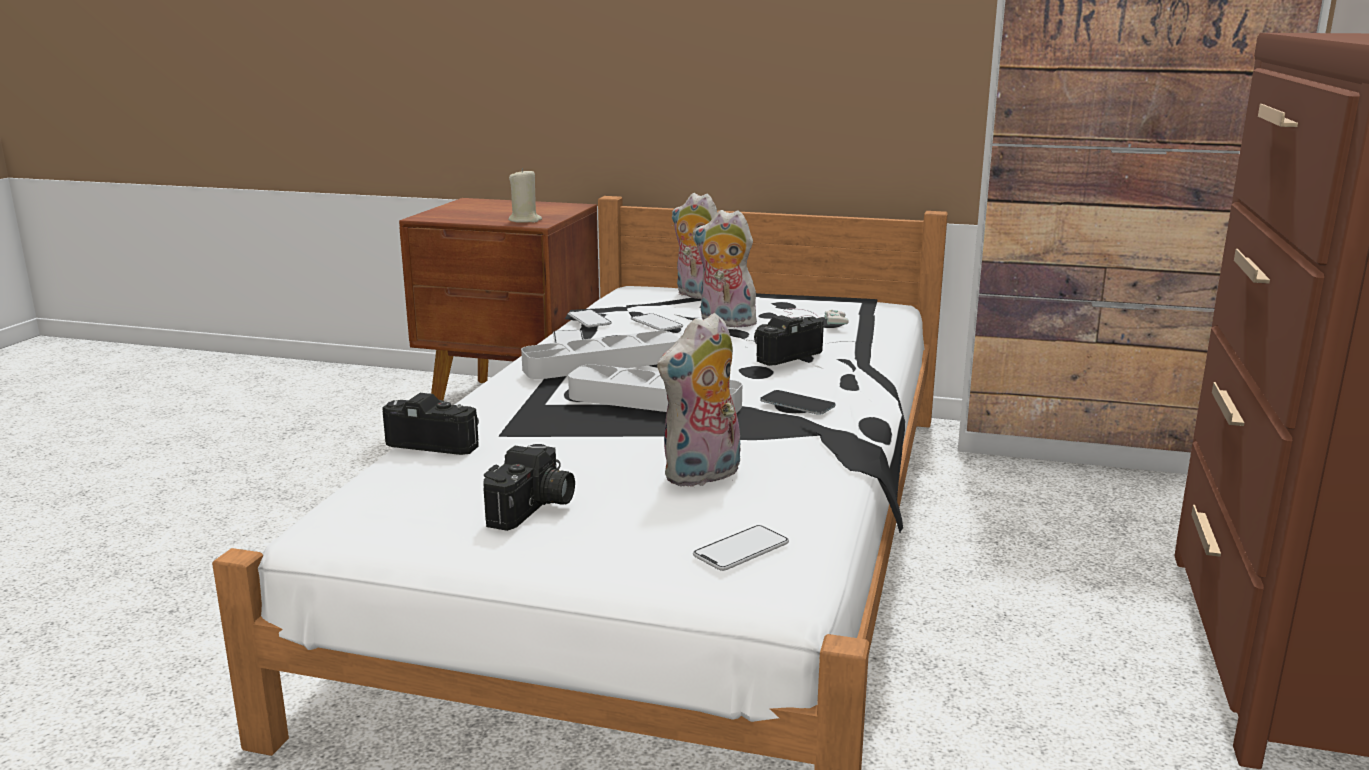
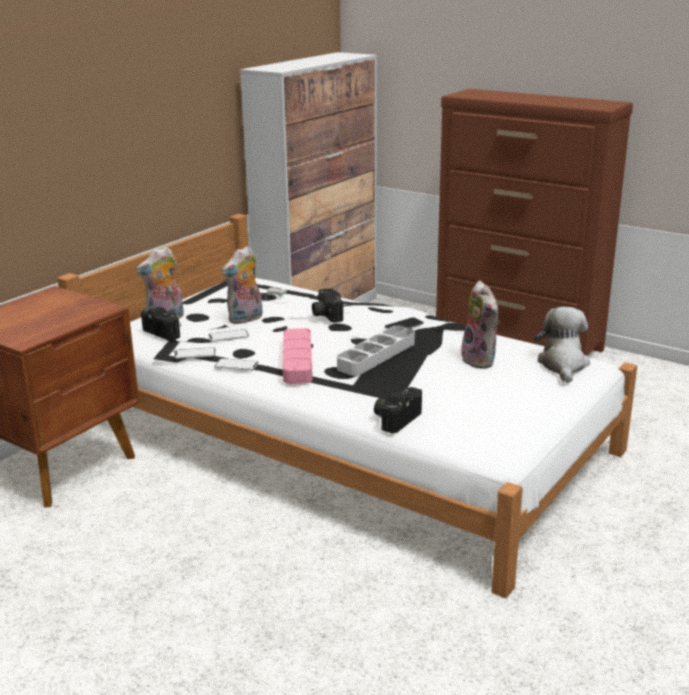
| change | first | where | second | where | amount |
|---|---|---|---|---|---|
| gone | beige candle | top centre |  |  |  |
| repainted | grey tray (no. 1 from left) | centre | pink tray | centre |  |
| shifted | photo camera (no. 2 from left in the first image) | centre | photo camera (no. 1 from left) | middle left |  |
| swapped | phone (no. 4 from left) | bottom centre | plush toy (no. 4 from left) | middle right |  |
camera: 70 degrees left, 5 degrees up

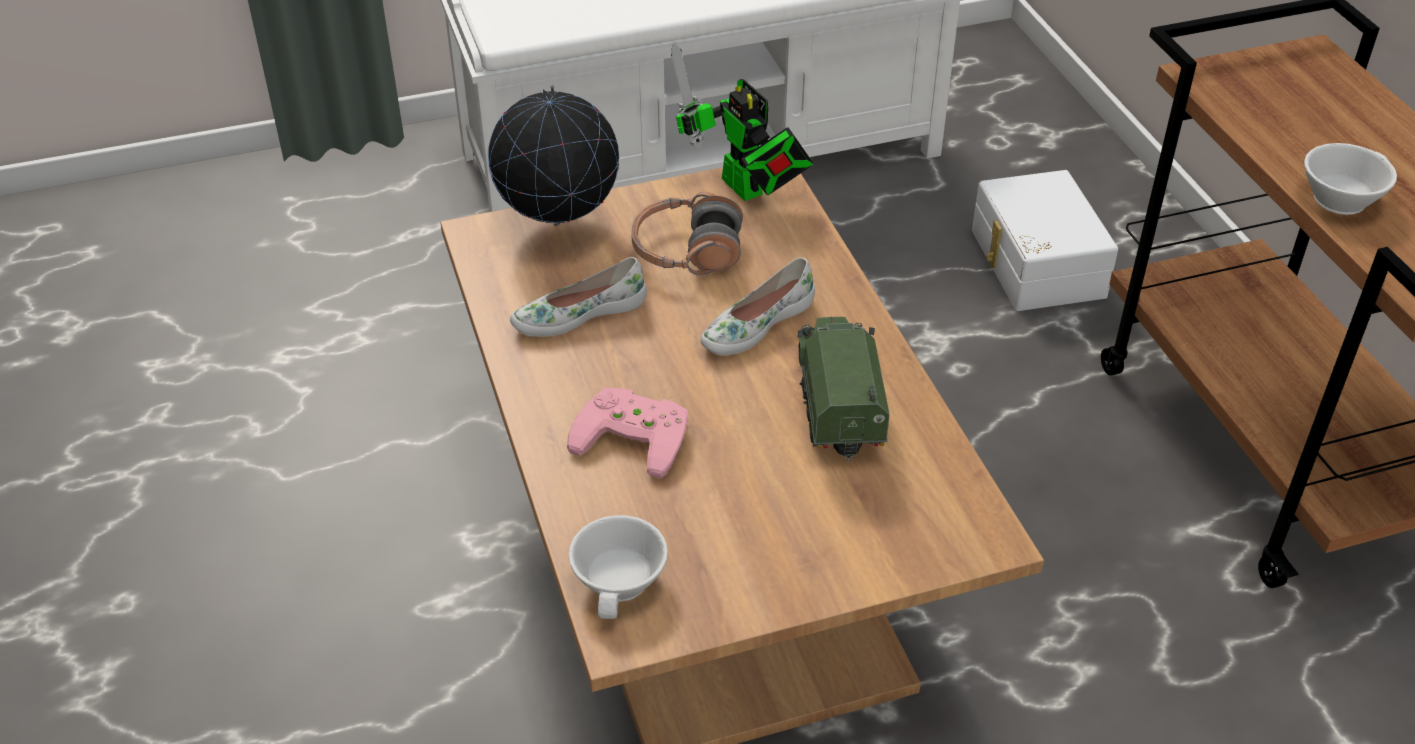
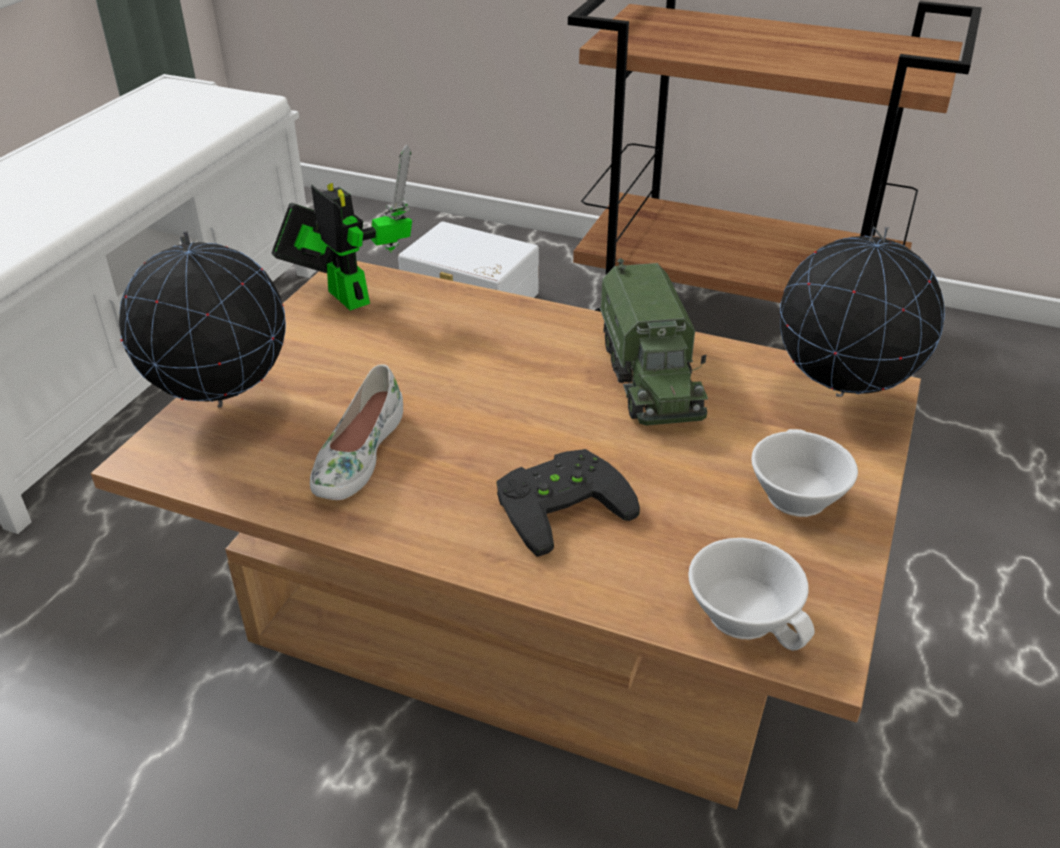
| change | first | where | second | where | amount |
|---|---|---|---|---|---|
| rotated | toy robot | top centre |  | top left | 135 degrees counterclockwise |
| shifted | white cup (no. 2 from left) | top right |  | middle right |  |
| gone | headphones | top centre |  |  |  |
| gone | white shoe (no. 2 from left) | centre |  |  |  |
| rotated | toy truck | centre |  | centre | 135 degrees counterclockwise |
| repainted | pink game controller | centre | black game controller | centre |  |
| new |  |  | globe (no. 2 from left) | middle right |  |
camera: 50 degrees left, 5 degrees down

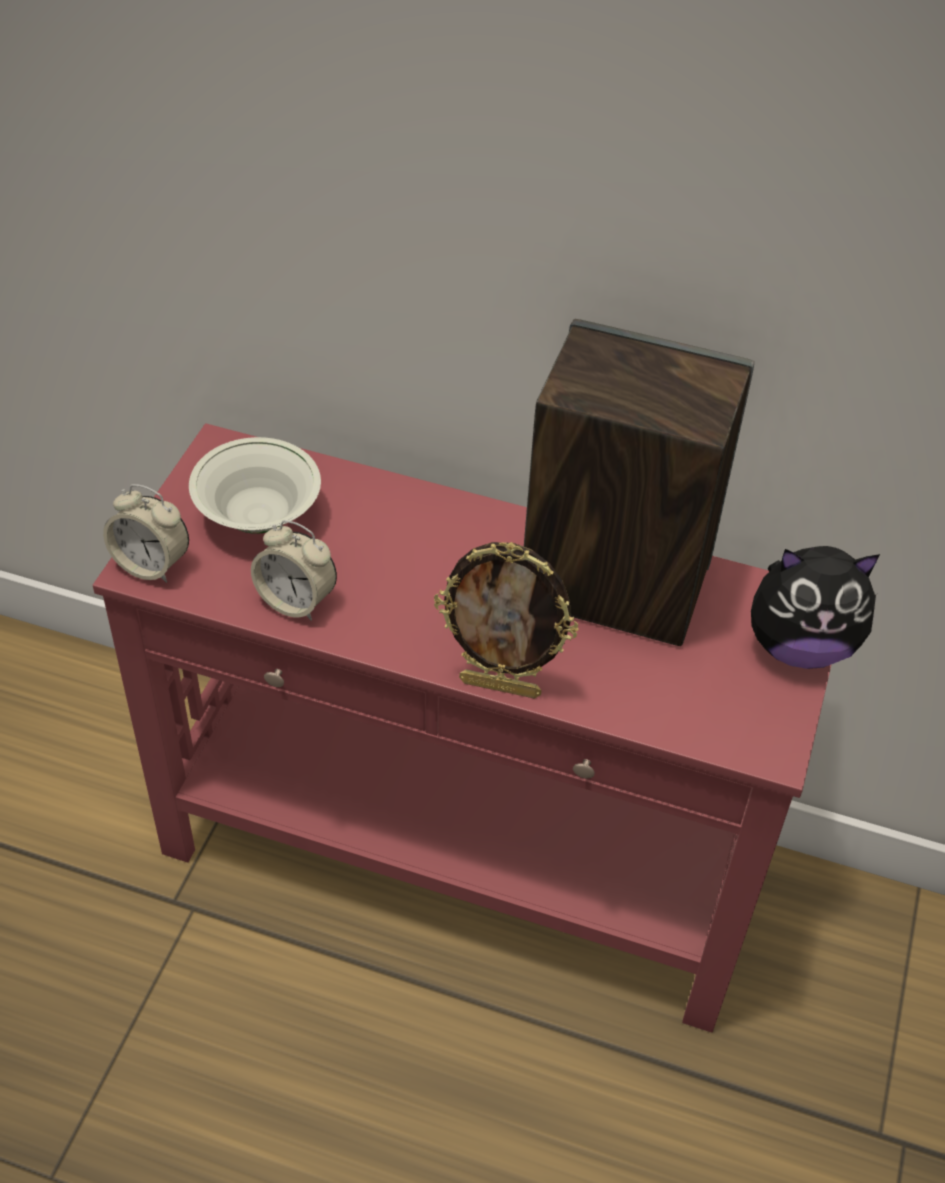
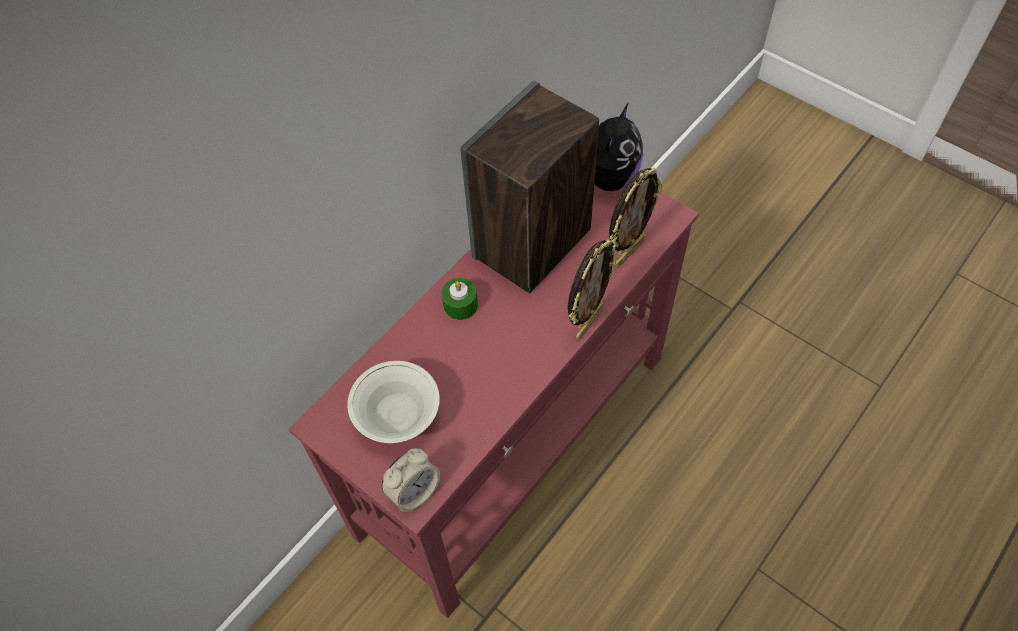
| change | first | where | second | where | amount |
|---|---|---|---|---|---|
| gone | alarm clock (no. 2 from left) | middle left |  |  |  |
| new |  |  | picture frame (no. 2 from left) | centre |  |
| new |  |  | green candle | centre |  |
camera: 65 degrees left, 10 degrees up

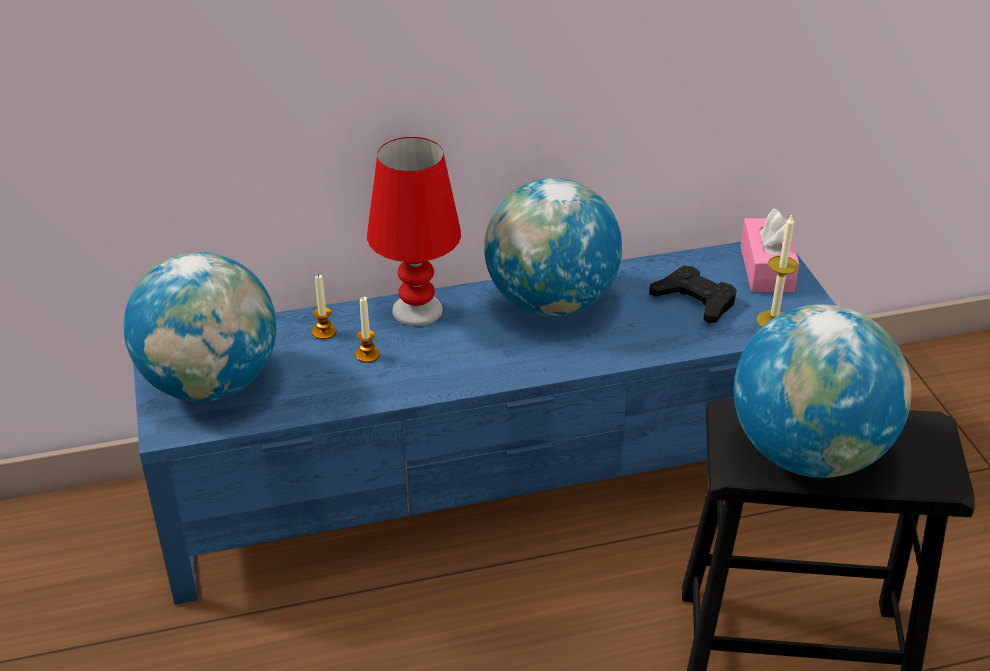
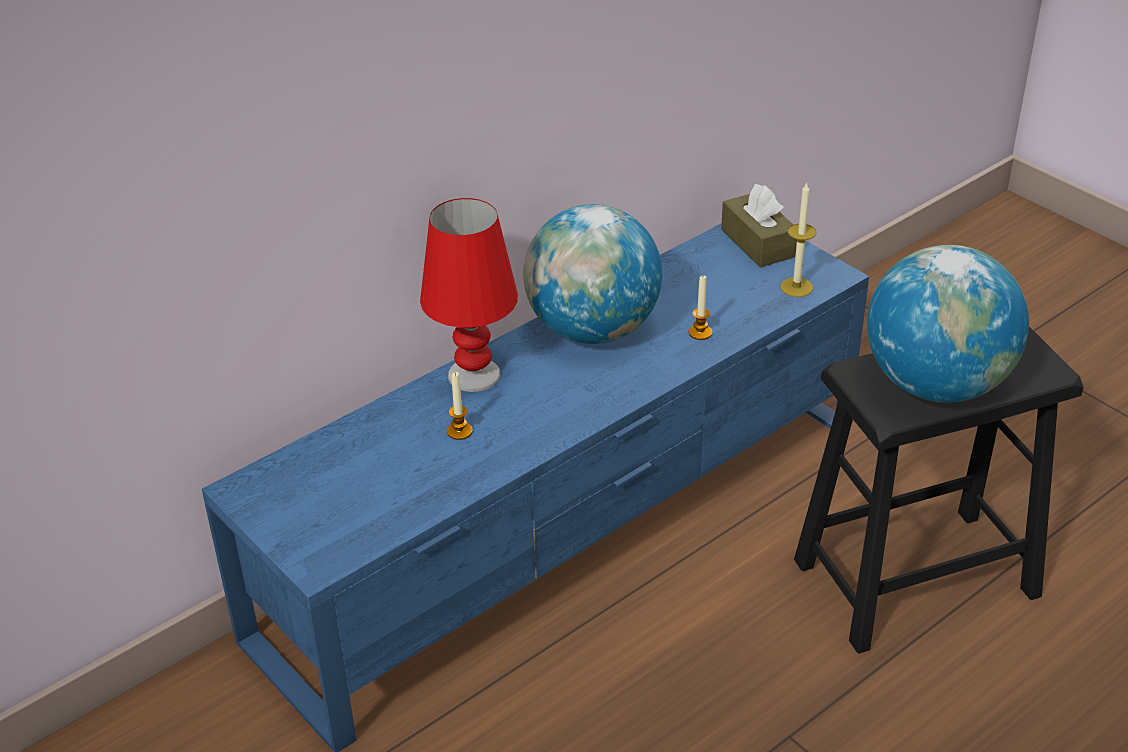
| change | first | where | second | where | amount |
|---|---|---|---|---|---|
| repainted | pink tissue box | middle right | brown tissue box | top right |  |
| gone | globe (no. 1 from left) | middle left |  |  |  |
| gone | black game controller | middle right |  |  |  |
| shifted | candle (no. 1 from left in the first image) | middle left | candle (no. 2 from left) | centre |  |
camera: 25 degrees left, 0 degrees up

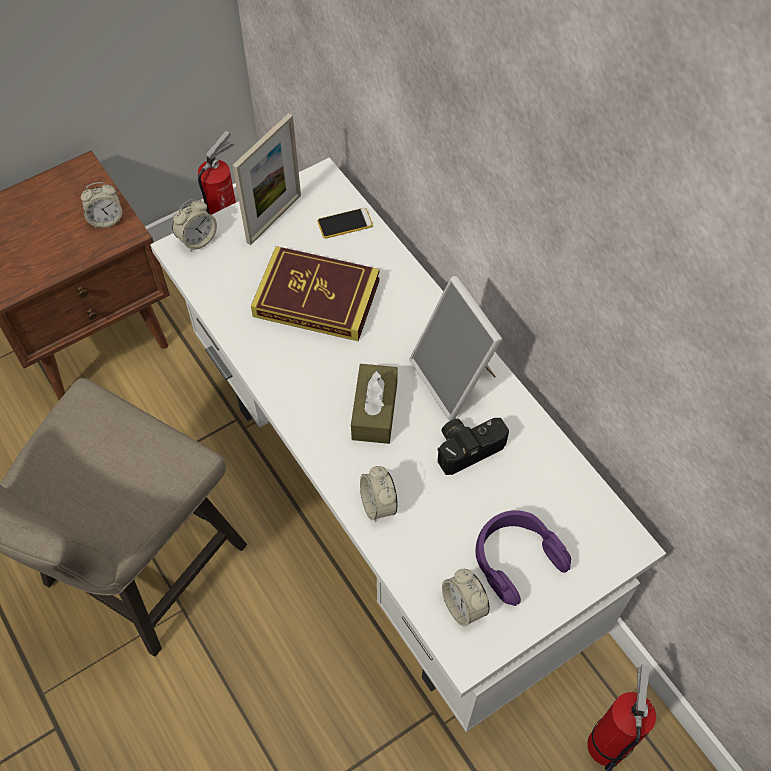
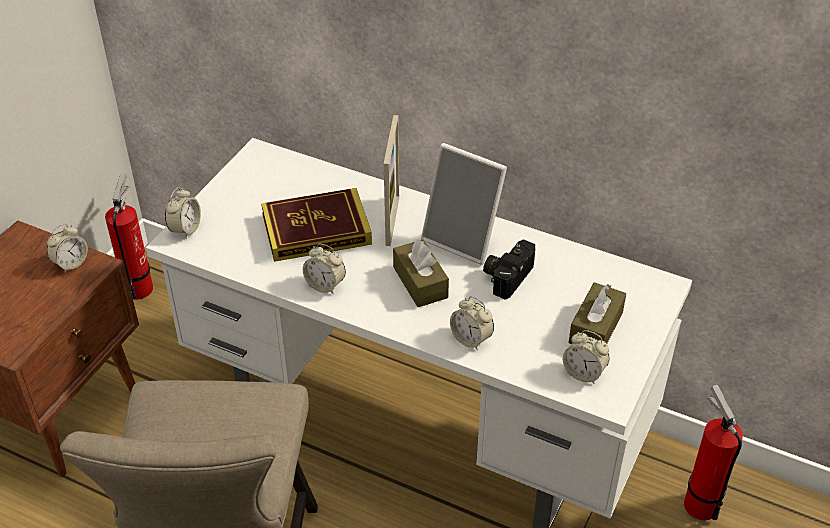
| change | first | where | second | where | amount |
|---|---|---|---|---|---|
| shifted | picture frame (no. 1 from left) | top centre |  | centre |  |
| gone | phone | top centre |  |  |  |
| swapped | purple headphones | bottom right | brown tissue box (no. 2 from left) | middle right |  |
| new |  |  | alarm clock (no. 3 from left) | centre |  |
camera: 30 degrees left, 15 degrees down

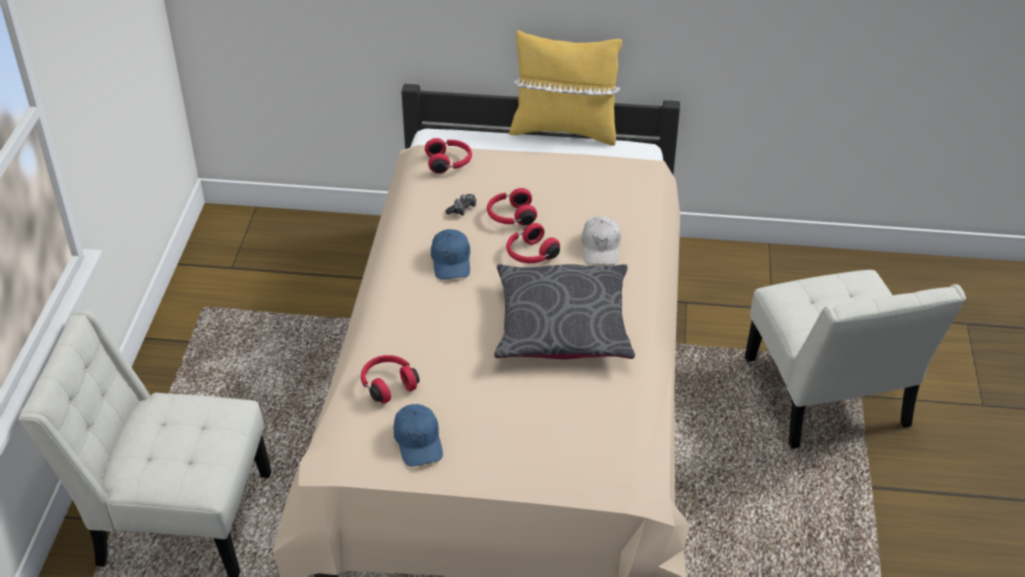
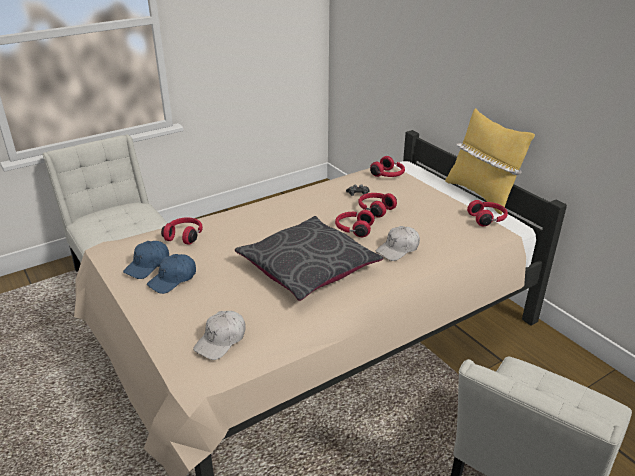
| change | first | where | second | where | amount |
|---|---|---|---|---|---|
| shifted | blue cap (no. 2 from left) | centre |  | middle left |  |
| new |  |  | red headphones (no. 5 from left) | middle right |  |
| new |  |  | white cap (no. 1 from left) | bottom centre |  |
camera: 50 degrees right, 10 degrees down

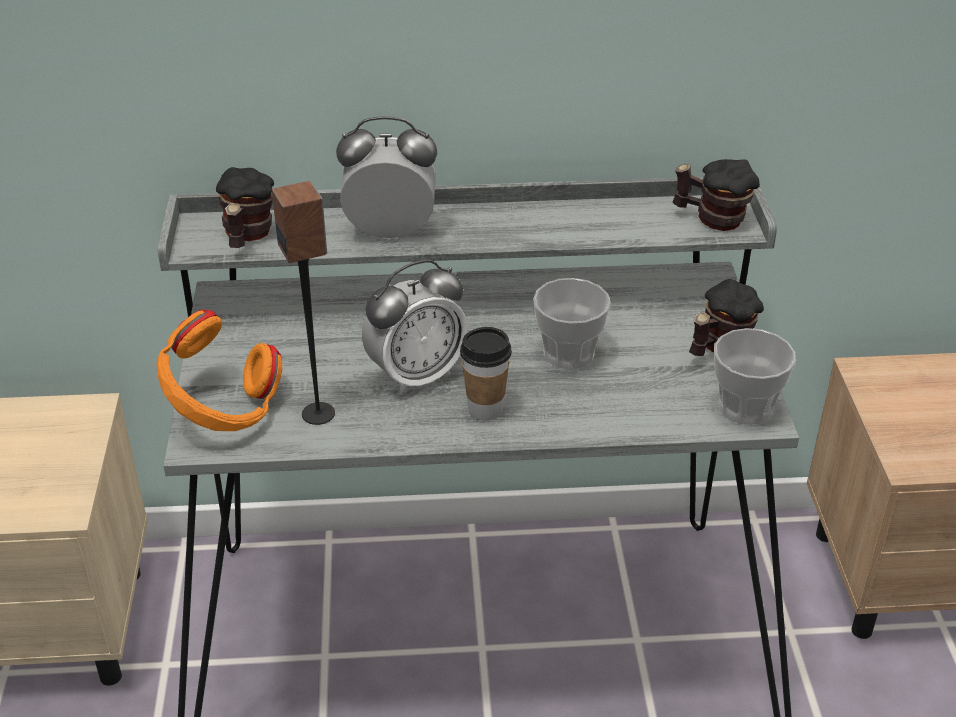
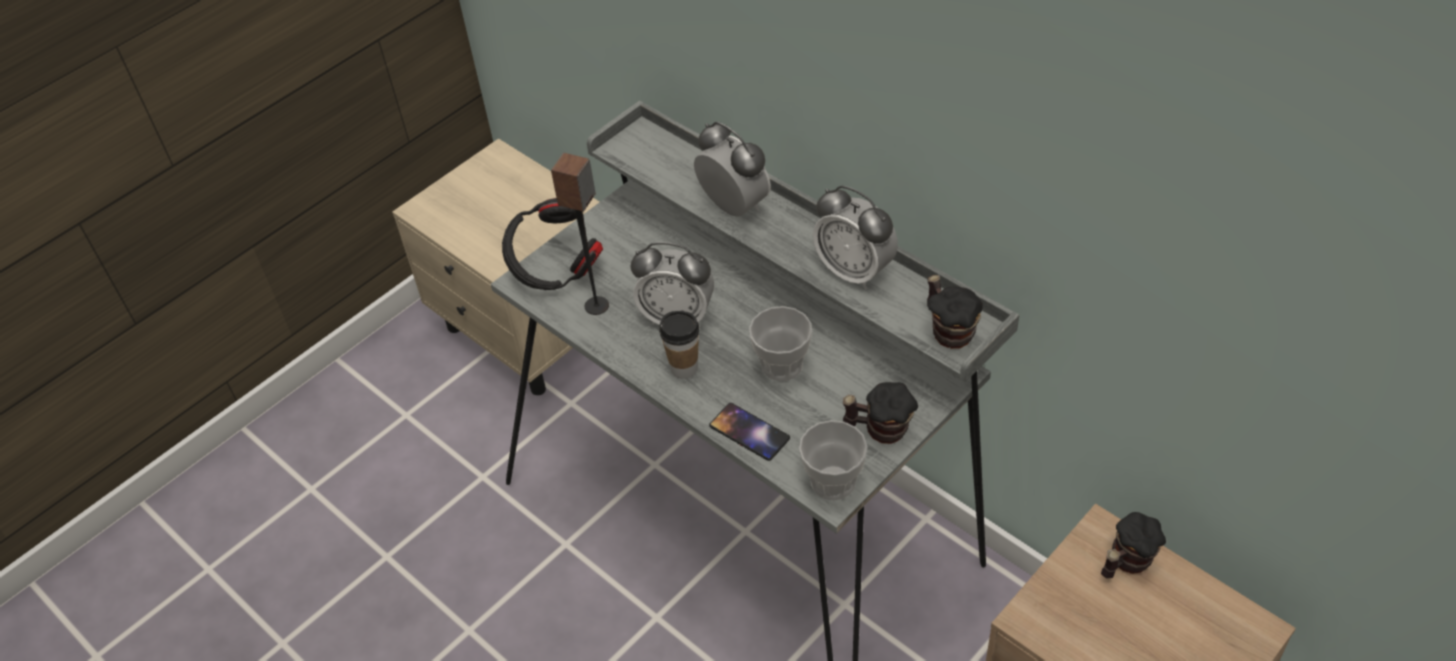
| change | first | where | second | where | amount |
|---|---|---|---|---|---|
| shifted | mug (no. 1 from left in the first image) | top left | mug (no. 3 from left) | bottom right |  |
| repainted | orange headphones | middle left | black headphones | centre |  |
| new |  |  | alarm clock (no. 3 from left) | centre |  |
| new |  |  | phone | centre |  |
camera: 50 degrees right, 10 degrees up

